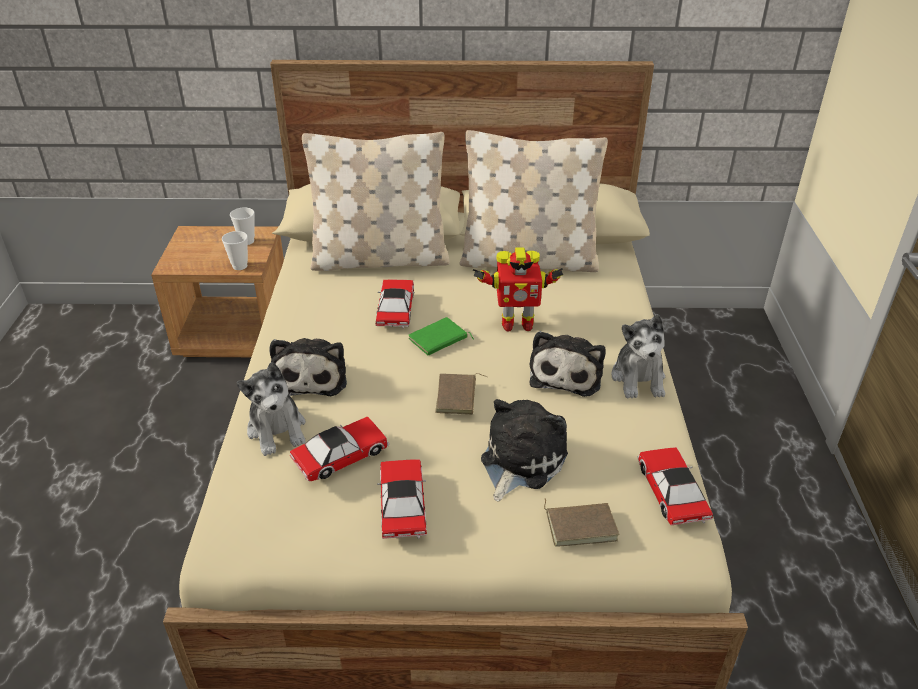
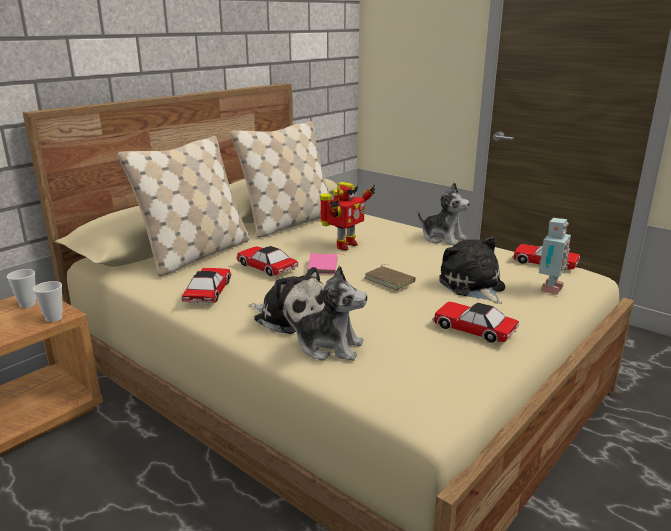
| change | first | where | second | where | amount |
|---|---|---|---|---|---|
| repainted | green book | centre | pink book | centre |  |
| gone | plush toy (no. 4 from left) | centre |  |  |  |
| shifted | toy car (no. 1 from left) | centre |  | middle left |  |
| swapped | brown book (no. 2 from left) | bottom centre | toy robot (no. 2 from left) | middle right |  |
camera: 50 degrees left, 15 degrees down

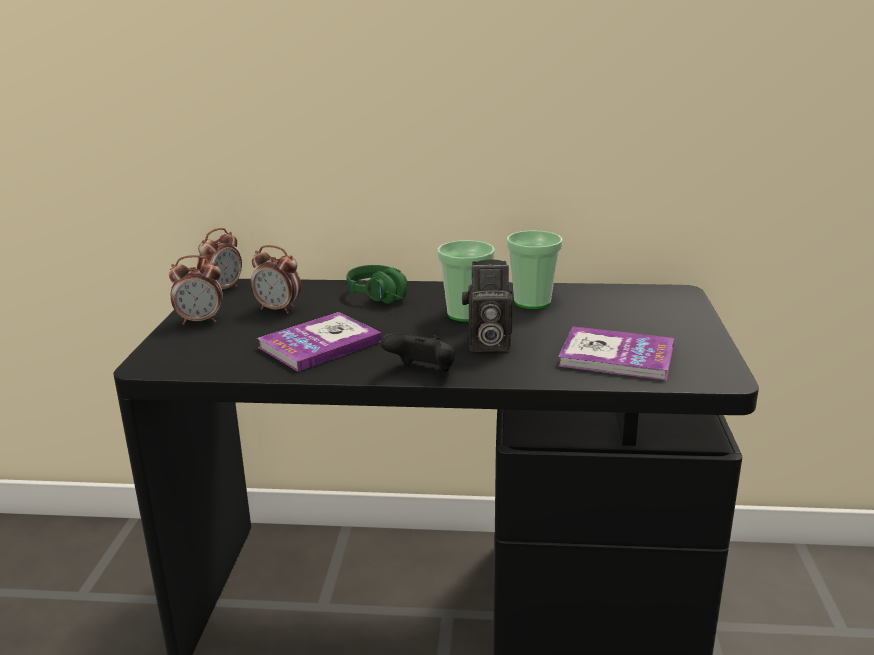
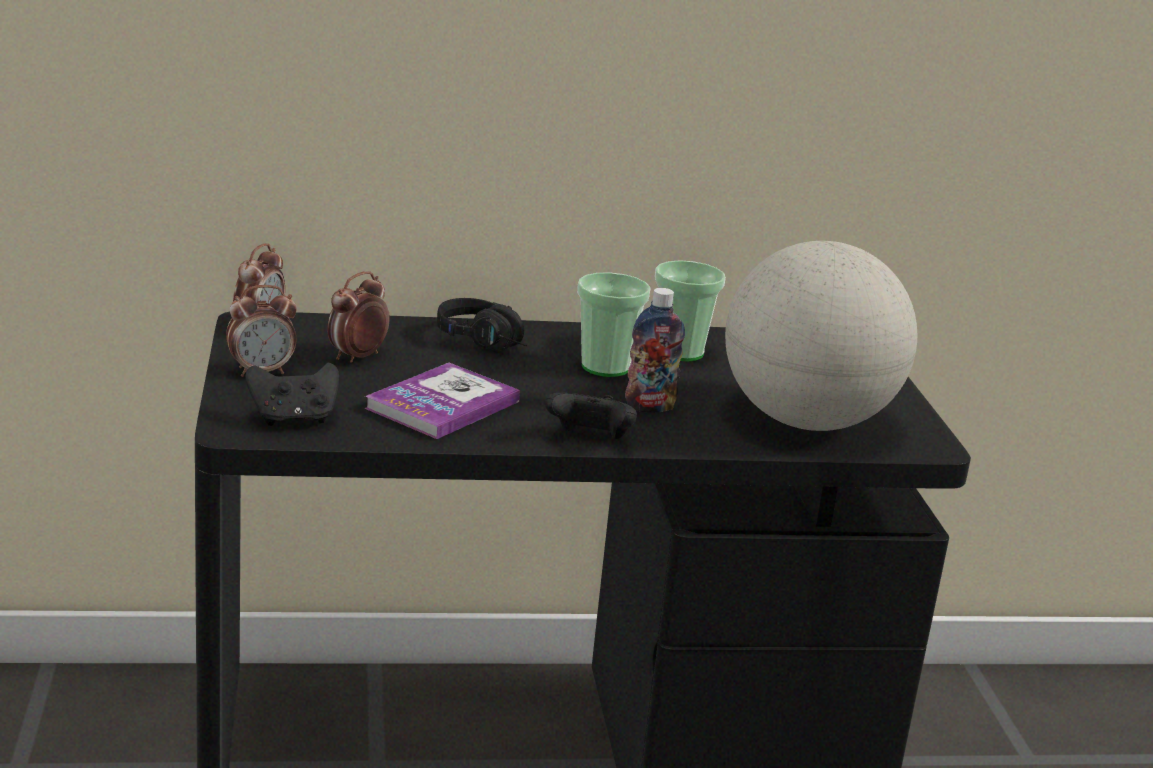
| change | first | where | second | where | amount |
|---|---|---|---|---|---|
| rotated | alarm clock (no. 3 from left) | middle left |  | middle left | 120 degrees clockwise |
| swapped | photo camera | centre | bottle | centre |  |
| repainted | green headphones | centre | black headphones | centre |  |
| swapped | book (no. 2 from left) | middle right | globe | middle right |  |
| new |  |  | black game controller (no. 1 from left) | middle left |  |
camera: 15 degrees left, 0 degrees up

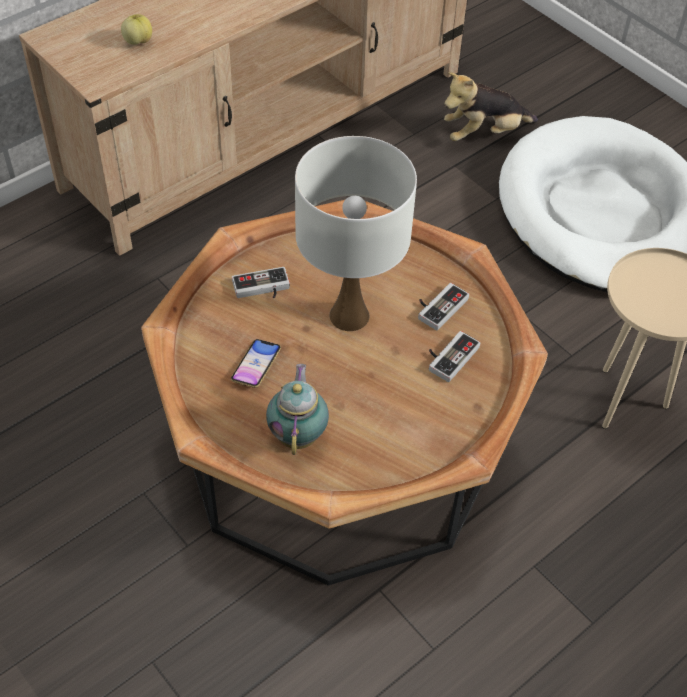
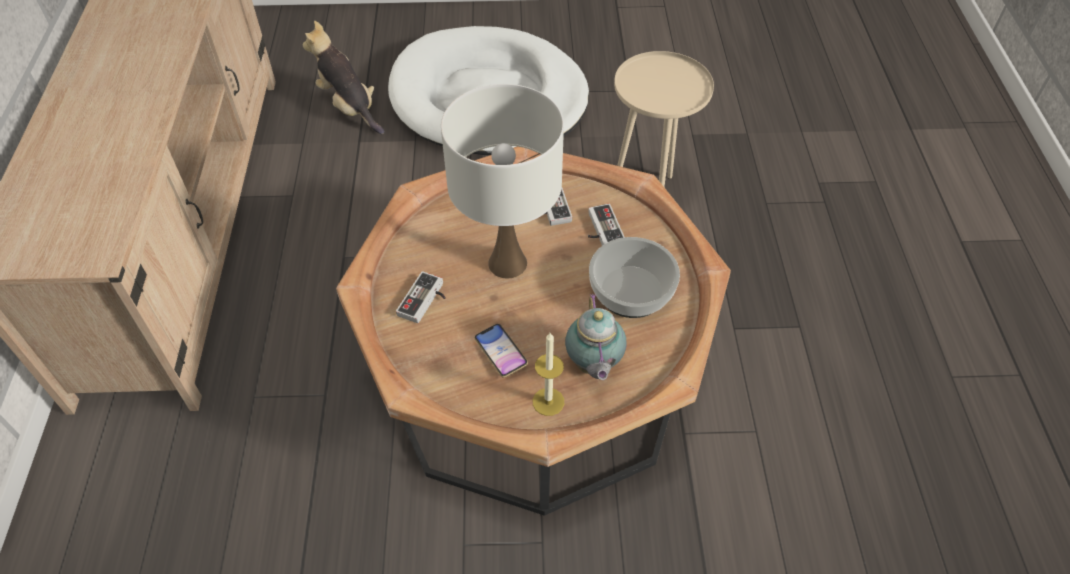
| change | first | where | second | where | amount |
|---|---|---|---|---|---|
| gone | apple | top left |  |  |  |
| rotated | plush toy | top right |  | top left | 120 degrees clockwise |
| rotated | teapot | centre |  | centre | 135 degrees counterclockwise |
| new |  |  | bowl | centre |  |
| new |  |  | candle | centre |  |
camera: 50 degrees left, 0 degrees up

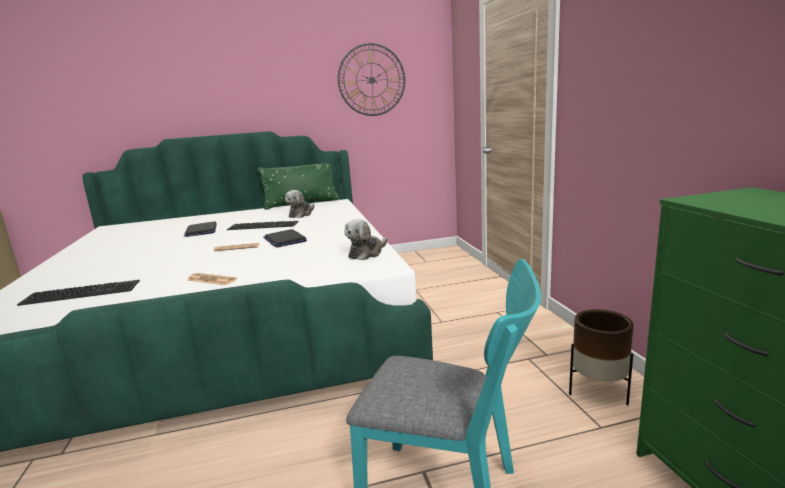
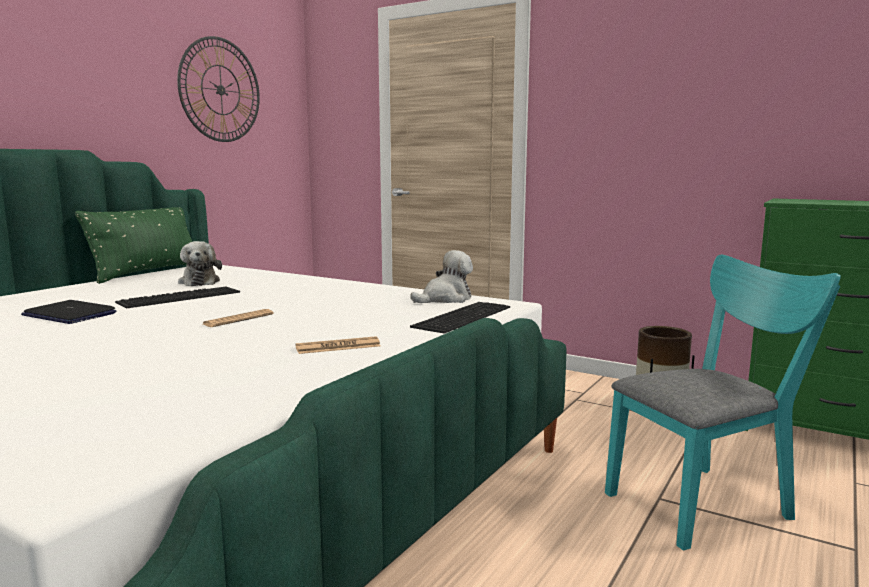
| change | first | where | second | where | amount |
|---|---|---|---|---|---|
| rotated | plush toy (no. 2 from left) | centre |  | centre | 120 degrees counterclockwise |
| gone | laptop (no. 2 from left) | centre |  |  |  |
| shifted | keyboard (no. 1 from left in the first image) | middle left | keyboard (no. 2 from left) | centre |  |
camera: 45 degrees left, 5 degrees down

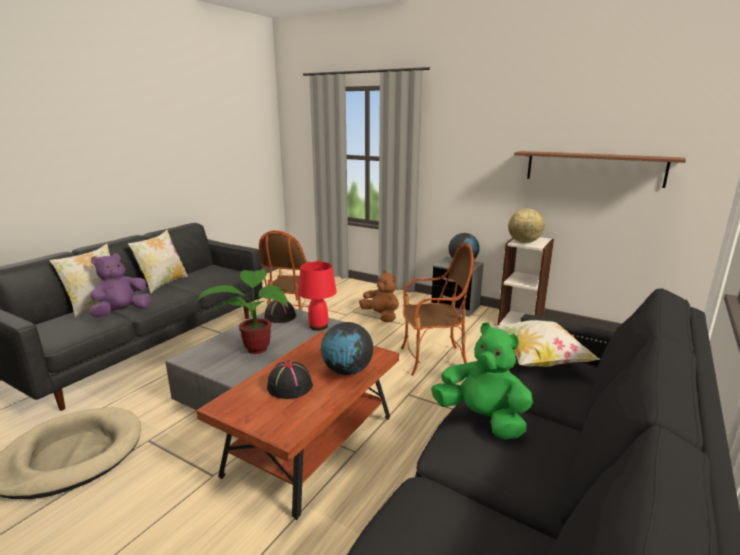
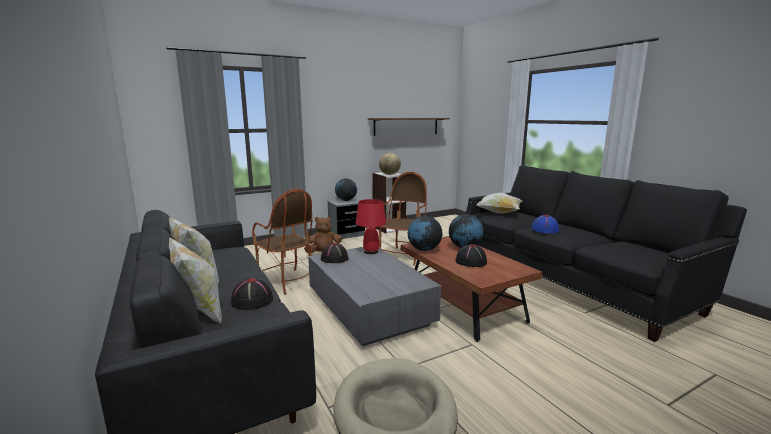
| change | first | where | second | where | amount |
|---|---|---|---|---|---|
| swapped | purple plush toy | middle left | black hat (no. 1 from left) | bottom left |  |
| gone | potted plant | middle left |  |  |  |
| swapped | green plush toy | bottom centre | blue hat | middle right |  |
| new |  |  | globe (no. 3 from left) | centre |  |
camera: 60 degrees left, 5 degrees down

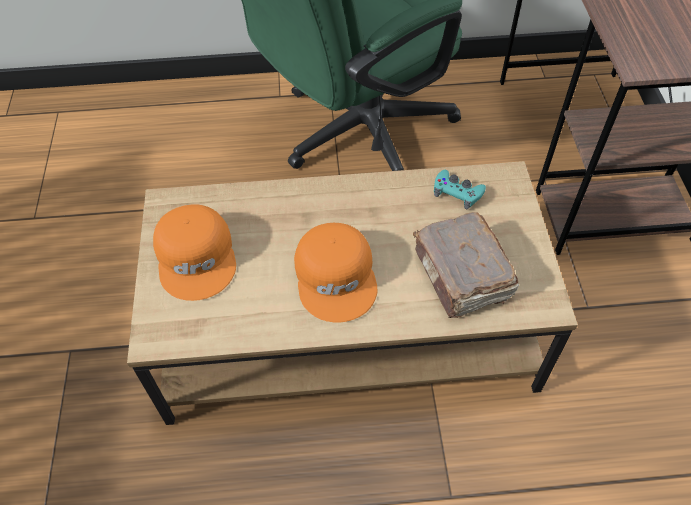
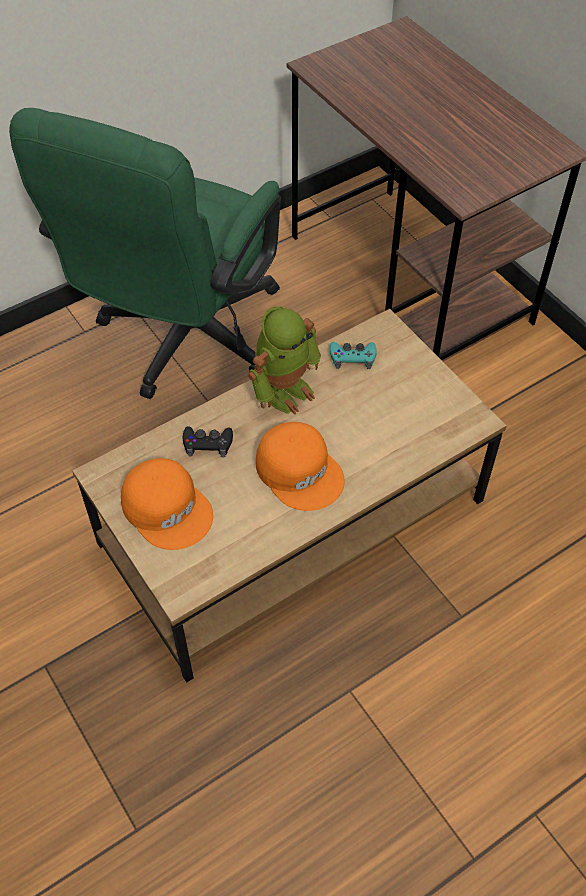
| change | first | where | second | where | amount |
|---|---|---|---|---|---|
| gone | brown book | middle right |  |  |  |
| new |  |  | toy robot | centre |  |
| new |  |  | black game controller | centre |  |
camera: 30 degrees left, 0 degrees up

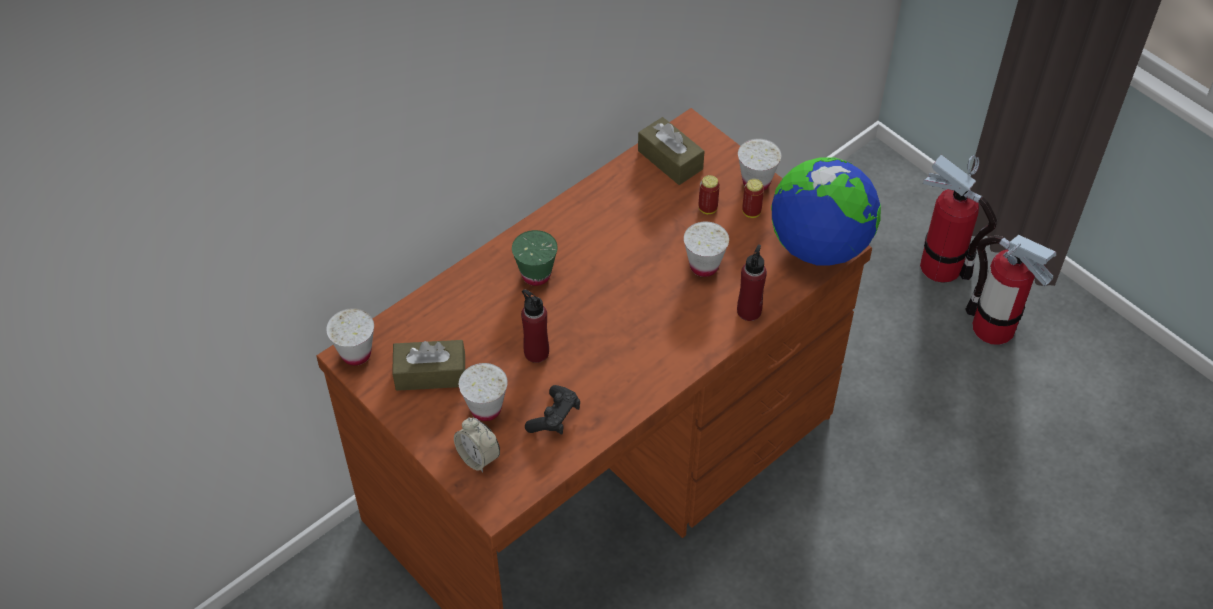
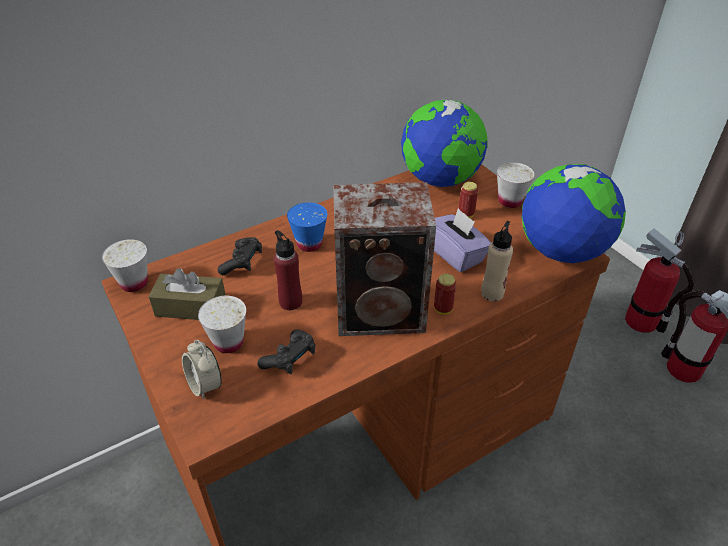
| change | first | where | second | where | amount |
|---|---|---|---|---|---|
| swapped | brown tissue box (no. 2 from left) | top centre | globe (no. 1 from left) | top centre |  |
| shifted | can (no. 2 from left in the first image) | top centre | can (no. 1 from left) | centre |  |
| swapped | white cup (no. 3 from left) | centre | purple tissue box | centre |  |
| repainted | green cup | centre | blue cup | centre |  |
| repainted | red bottle (no. 2 from left) | centre | beige bottle | middle right |  |
| new |  |  | speaker | centre |  |
| new |  |  | black game controller (no. 1 from left) | middle left |  |
camera: 10 degrees right, 10 degrees down

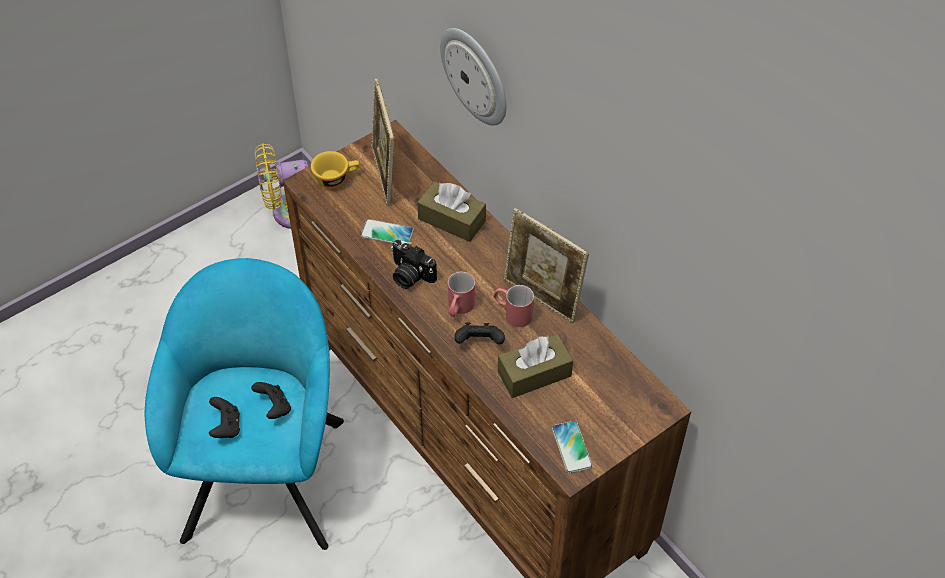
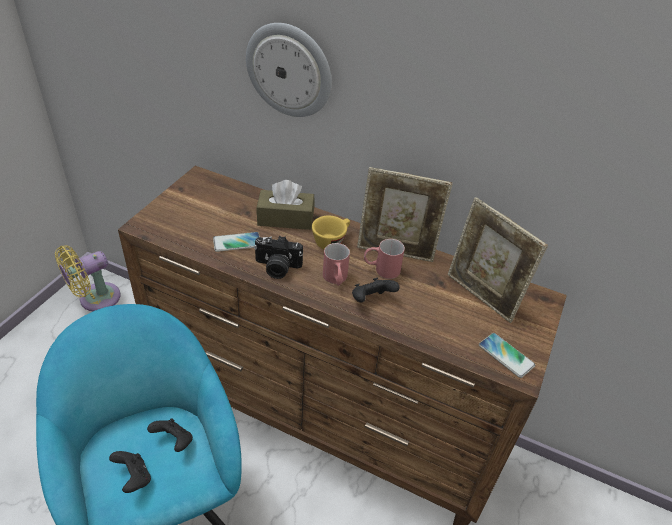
| change | first | where | second | where | amount |
|---|---|---|---|---|---|
| shifted | picture frame (no. 1 from left in the first image) | top centre | picture frame (no. 2 from left) | middle right |  |
| shifted | yellow cup | top centre |  | centre |  |
| gone | brown tissue box (no. 2 from left) | centre |  |  |  |
camera: 30 degrees left, 10 degrees down

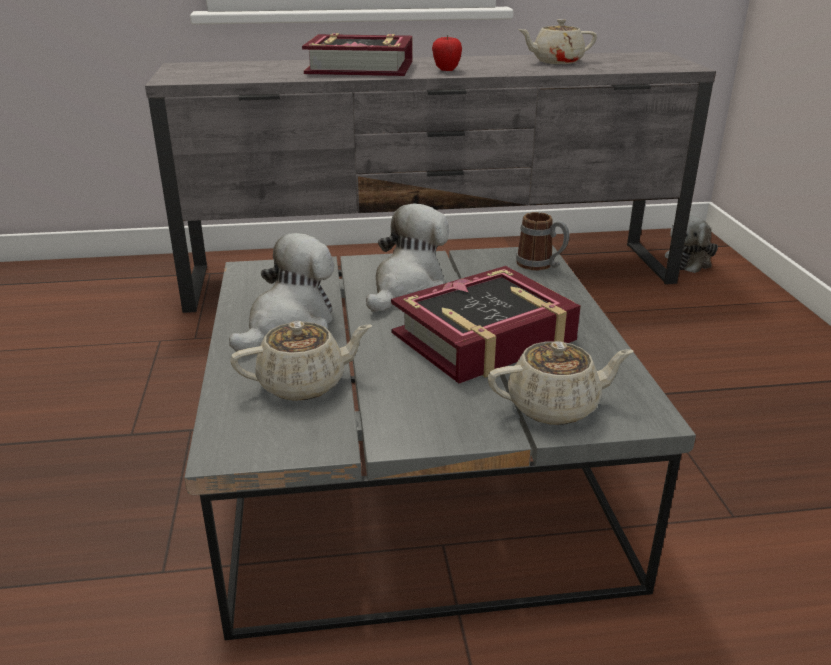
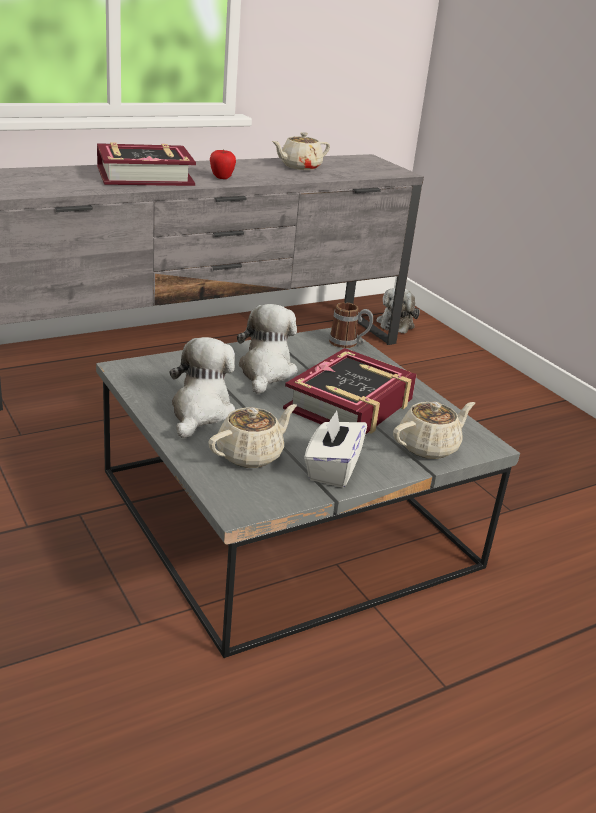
| change | first | where | second | where | amount |
|---|---|---|---|---|---|
| new |  |  | white tissue box | centre |  |
camera: 25 degrees left, 0 degrees up

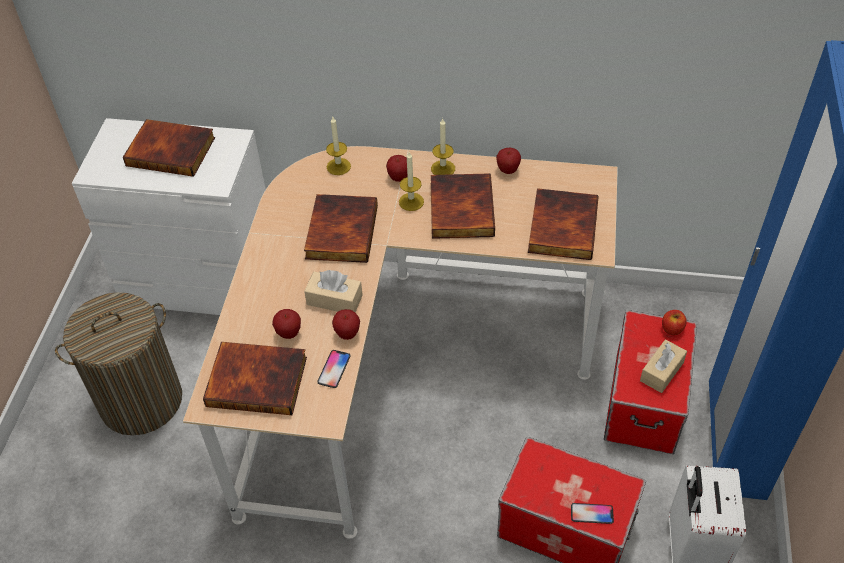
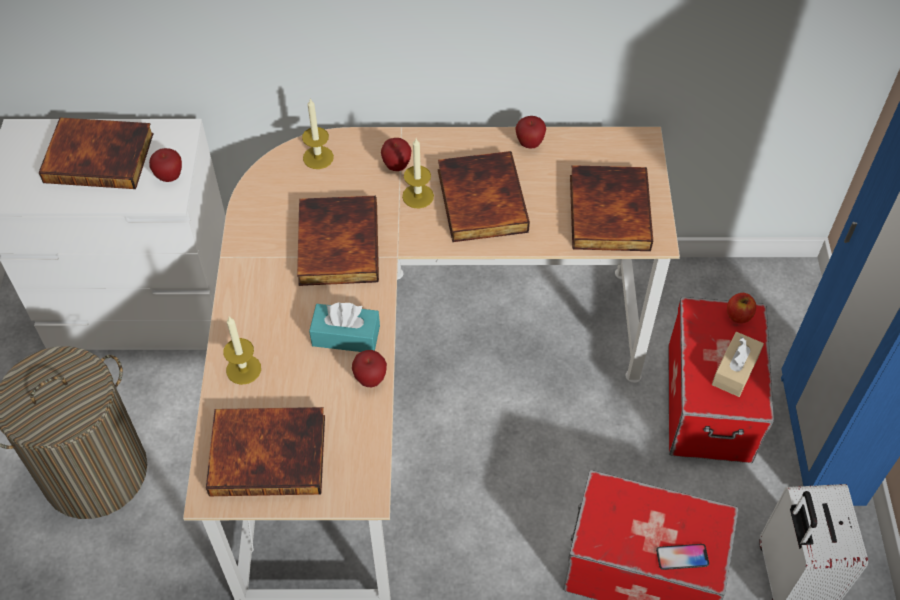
| change | first | where | second | where | amount |
|---|---|---|---|---|---|
| shifted | candle (no. 3 from left in the first image) | top centre | candle (no. 1 from left) | middle left |  |
| repainted | beige tissue box (no. 1 from left) | centre | turquoise tissue box | centre |  |
| shifted | apple (no. 1 from left) | centre |  | top left |  |
| gone | phone (no. 1 from left) | centre |  |  |  |
camera: 10 degrees left, 5 degrees up

